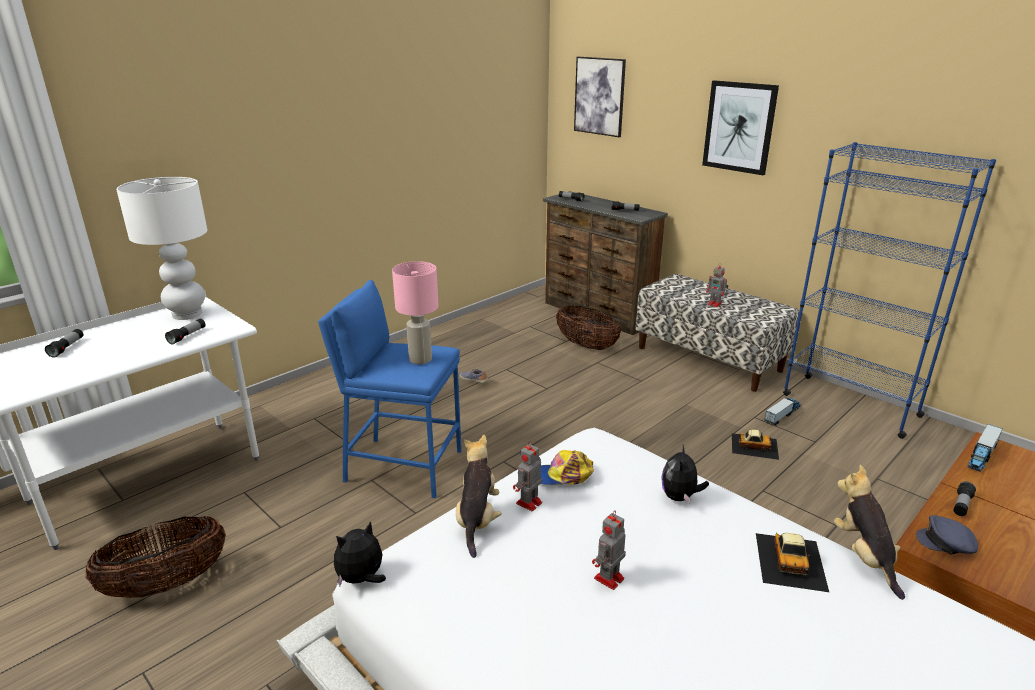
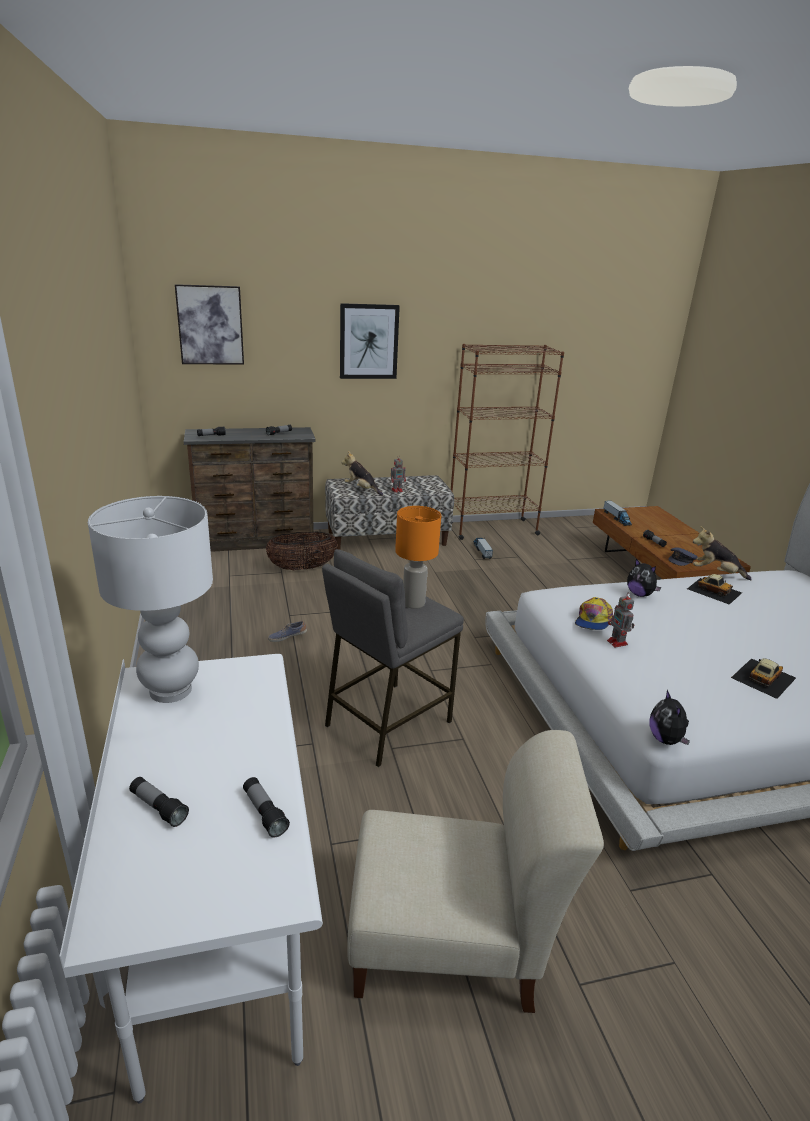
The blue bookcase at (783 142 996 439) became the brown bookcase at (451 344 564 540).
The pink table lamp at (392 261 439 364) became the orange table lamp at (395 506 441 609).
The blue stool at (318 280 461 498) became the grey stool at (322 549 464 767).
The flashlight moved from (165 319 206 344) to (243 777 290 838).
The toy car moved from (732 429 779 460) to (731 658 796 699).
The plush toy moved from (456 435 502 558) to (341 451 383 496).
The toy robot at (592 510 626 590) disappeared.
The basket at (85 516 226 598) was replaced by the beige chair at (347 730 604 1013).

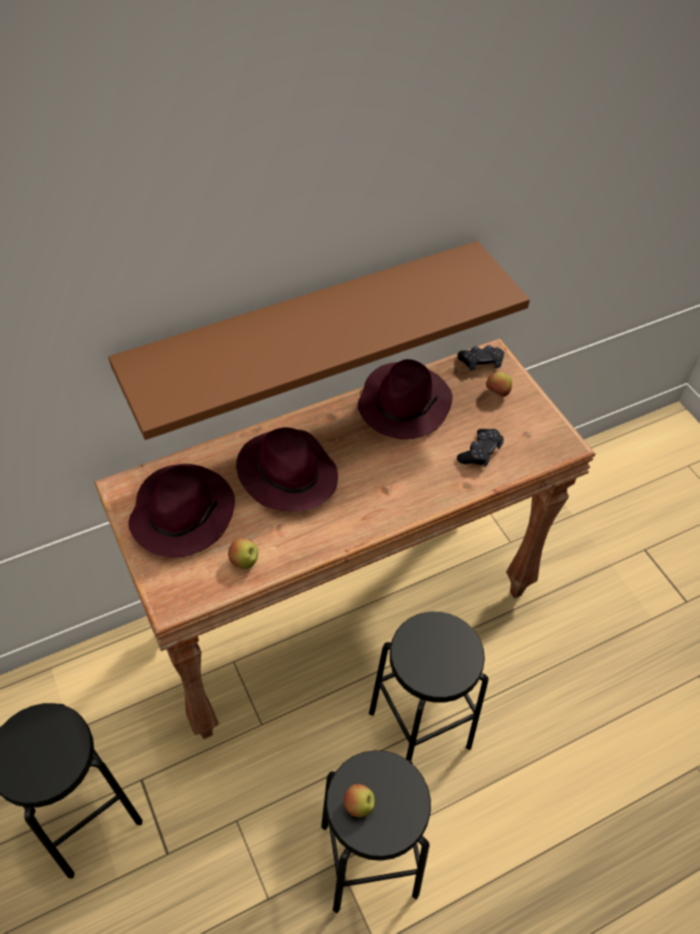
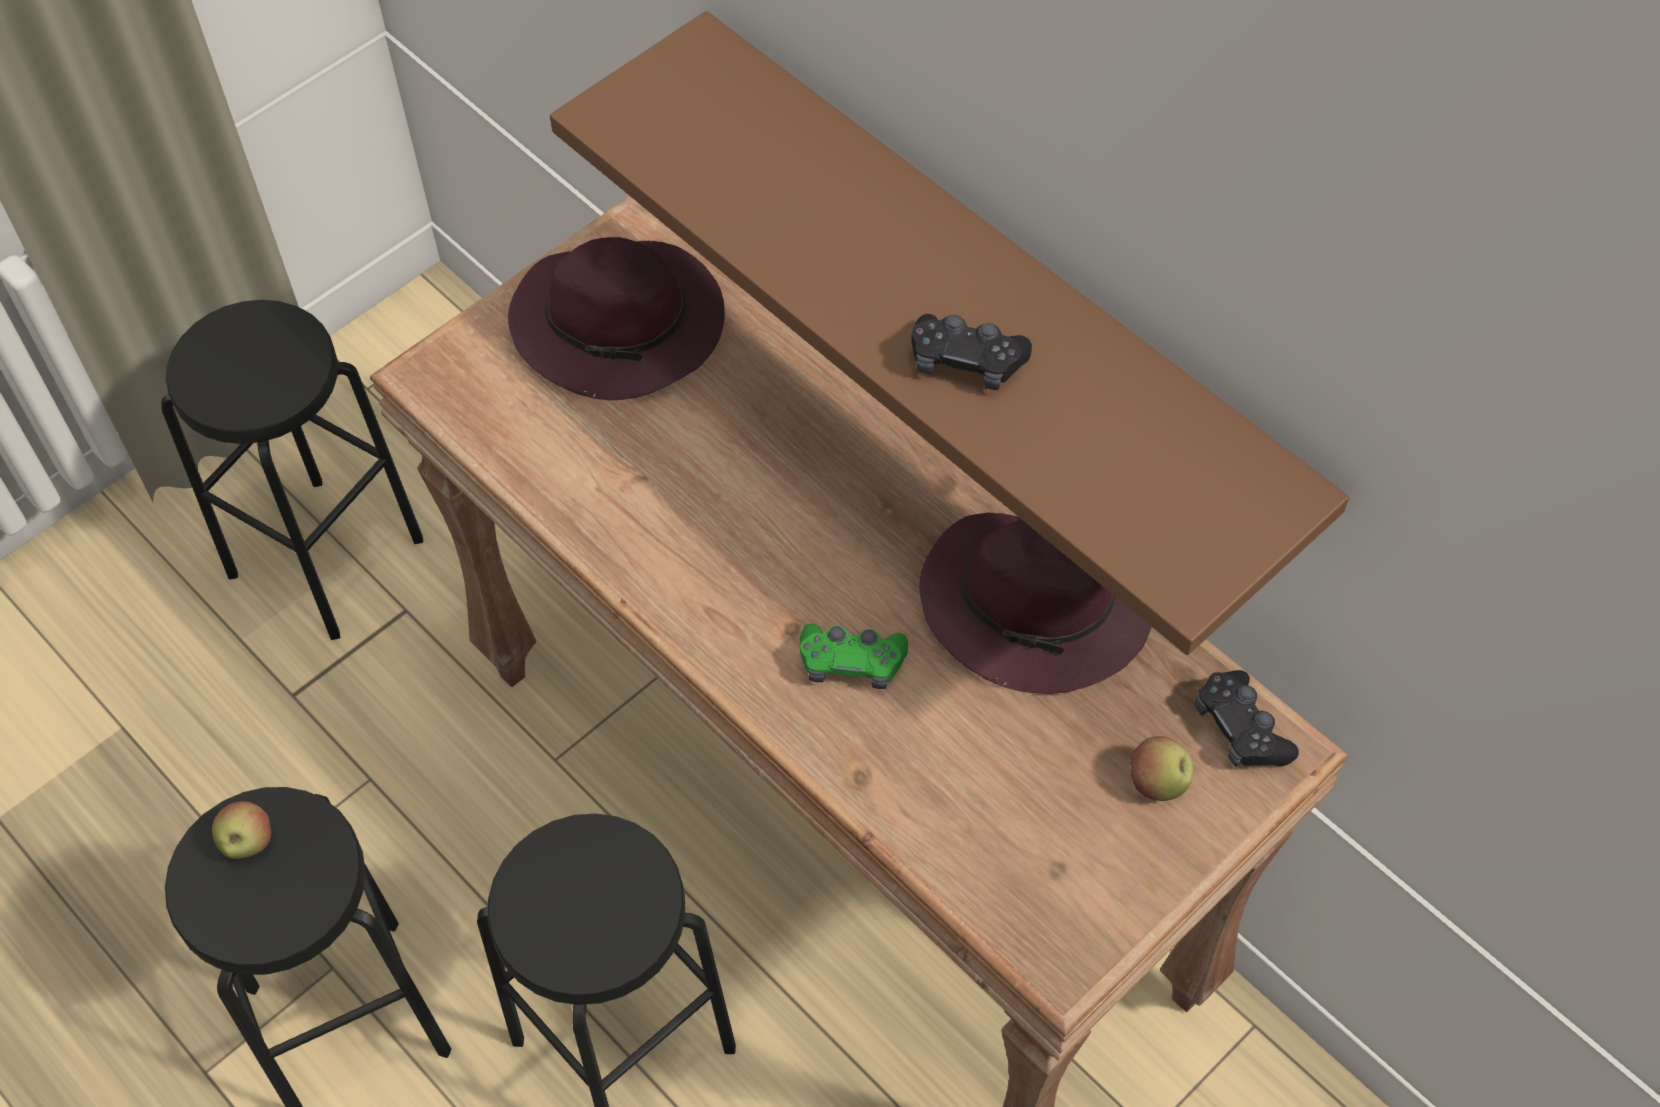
The purple hat at (236 427 338 512) disappeared.
The black game controller moved from (457 429 504 467) to (911 314 1032 390).
The apple at (228 538 258 569) disappeared.
The green game controller at (800 623 908 689) appeared.

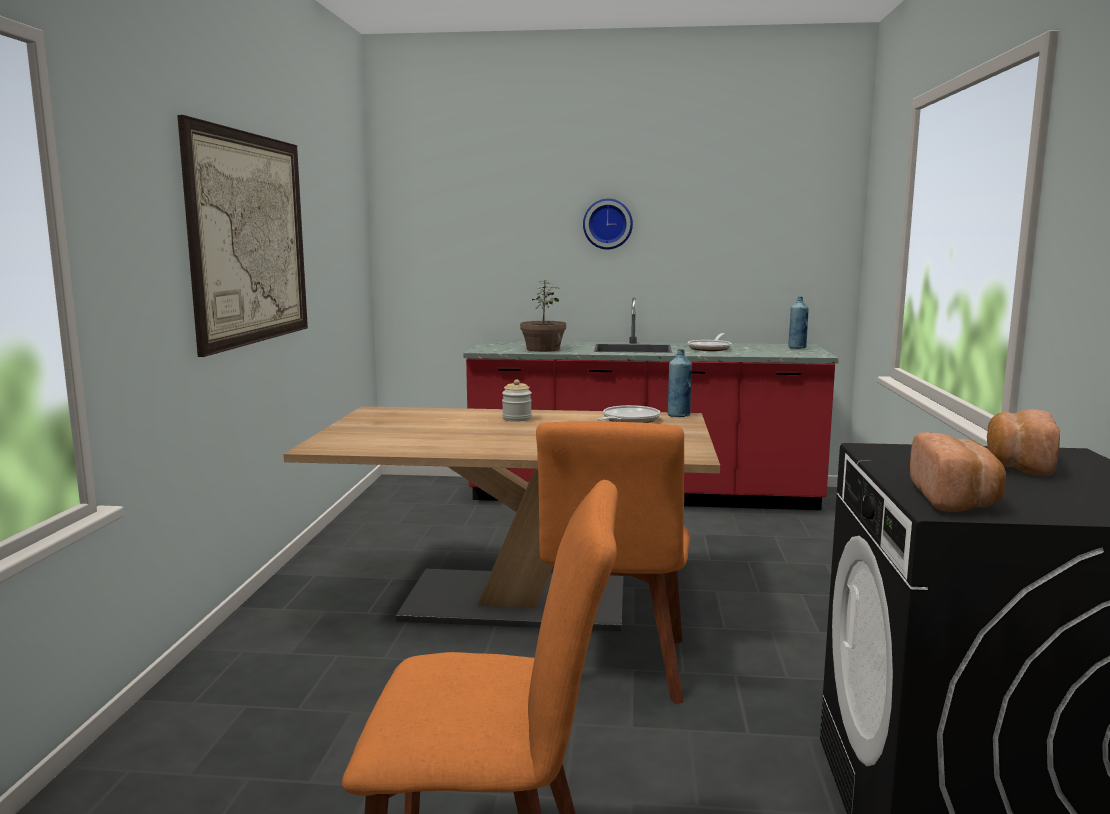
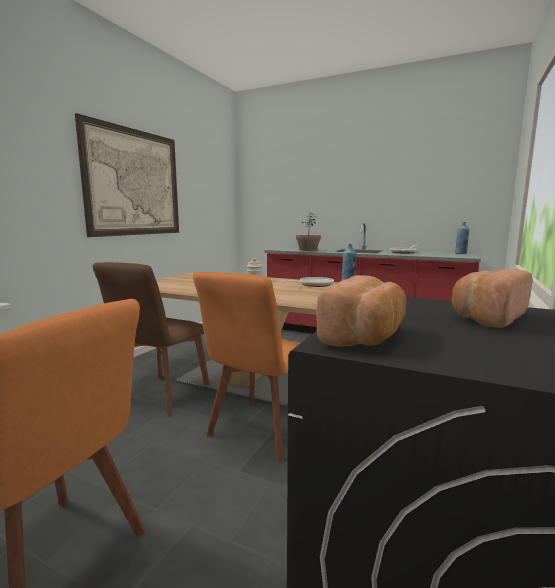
The wall clock at (583 199 633 250) disappeared.
The brown chair at (93 262 210 417) appeared.

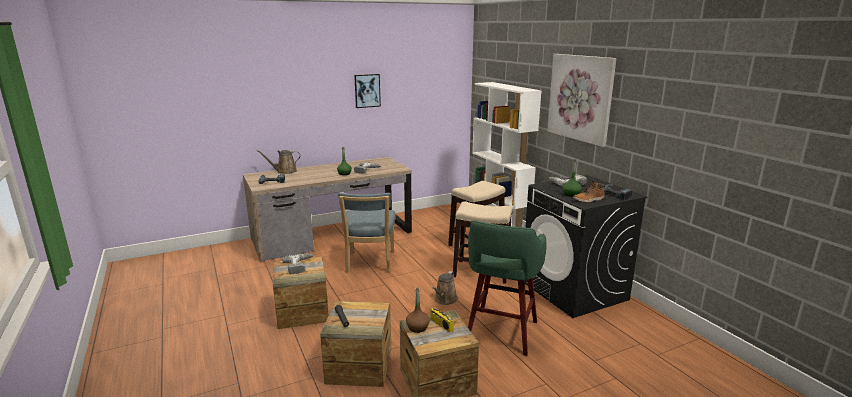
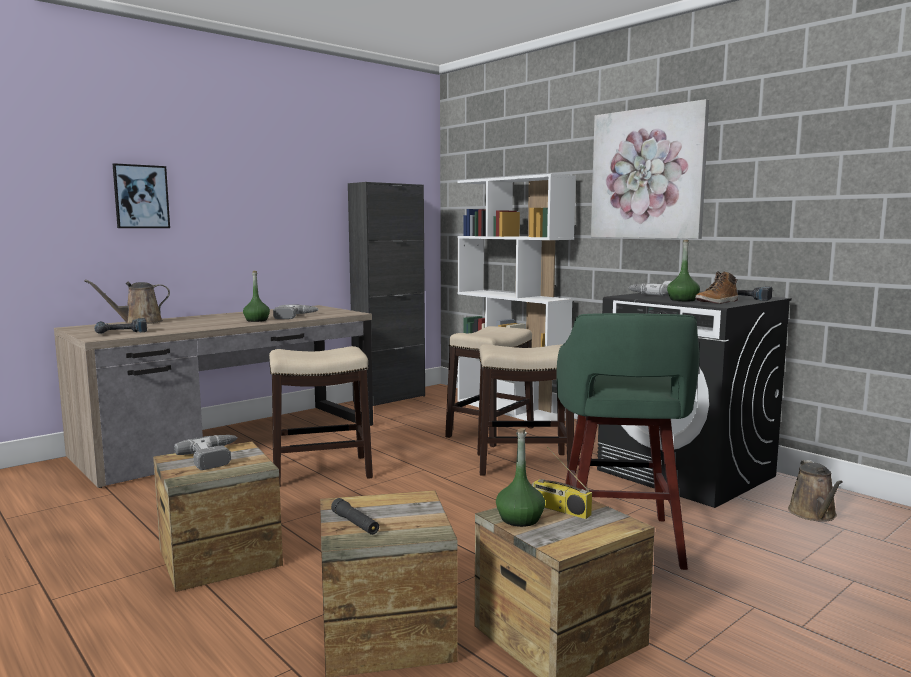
The picture moved from (354 74 381 108) to (113 163 170 228).
The blue chair at (338 193 396 273) was replaced by the stool at (269 346 373 486).
The brown watering can moved from (432 271 458 305) to (788 460 843 522).
The brown bottle at (406 287 430 333) became the green bottle at (496 428 545 527).
The black cabinet at (348 182 425 406) appeared.

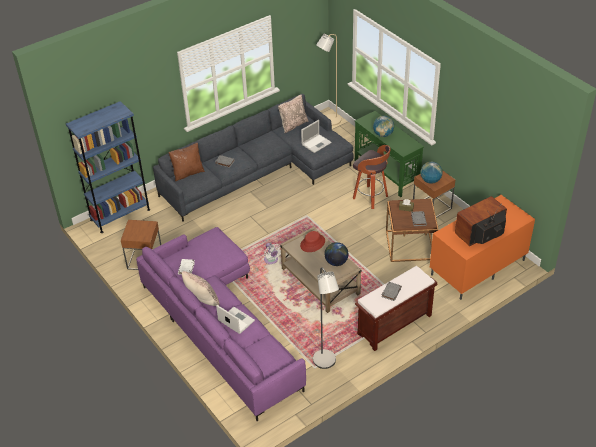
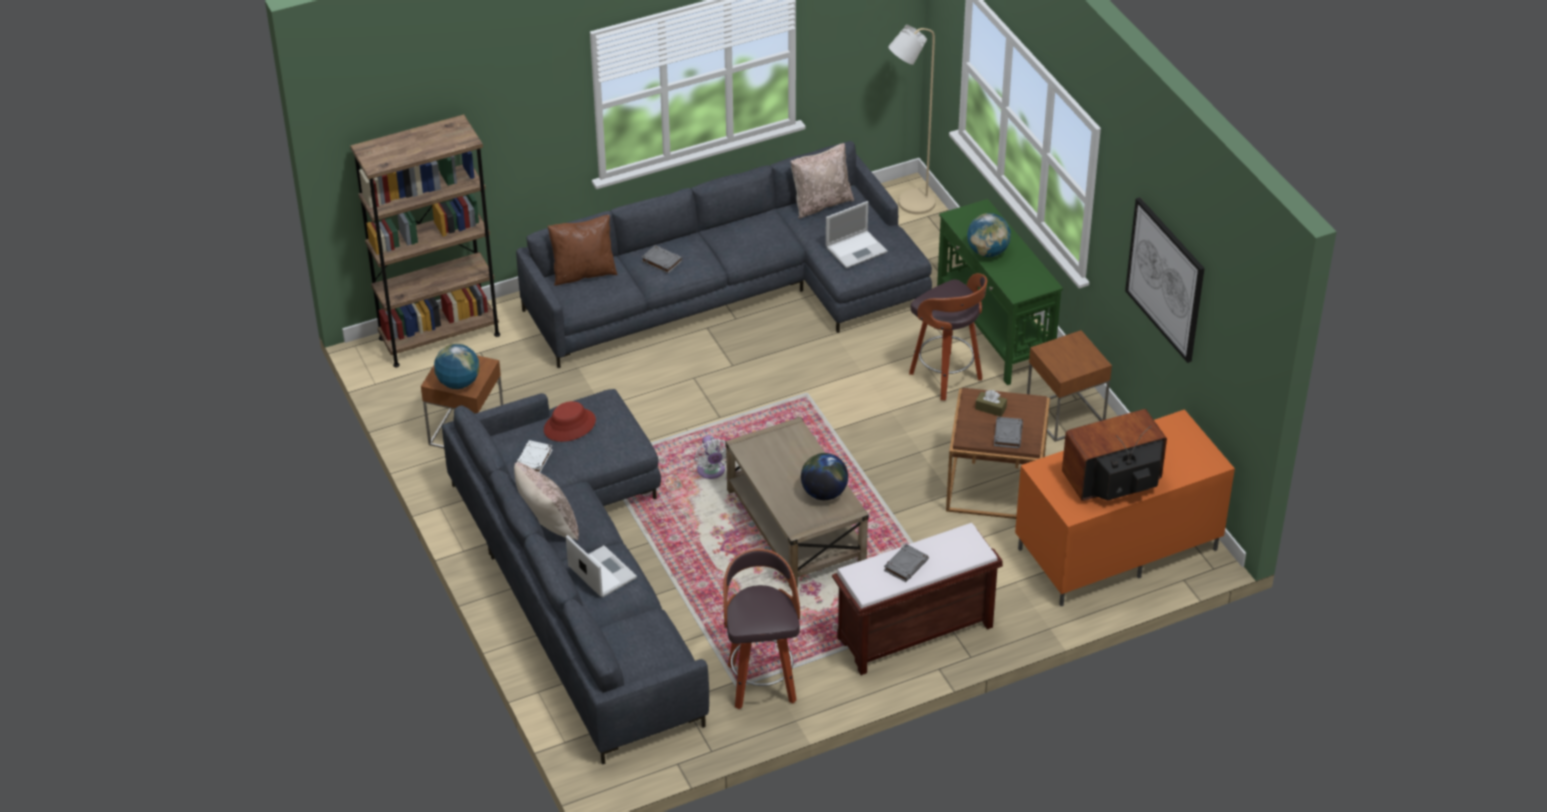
The blue bookcase at (66 101 150 233) became the brown bookcase at (350 114 500 367).
The globe moved from (420 162 443 184) to (434 344 479 389).
The purple sofa at (136 227 306 421) became the grey sofa at (442 389 709 765).
The red hat moved from (300 231 325 252) to (544 401 596 442).
The grey floor lamp at (313 267 339 369) was replaced by the stool at (723 549 800 710).
The picture at (1125 197 1205 363) appeared.

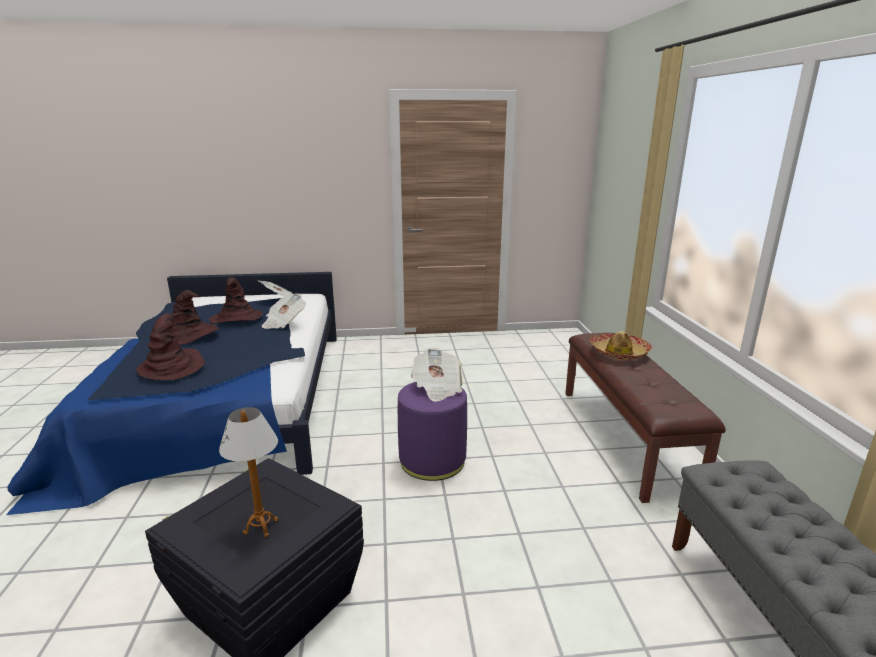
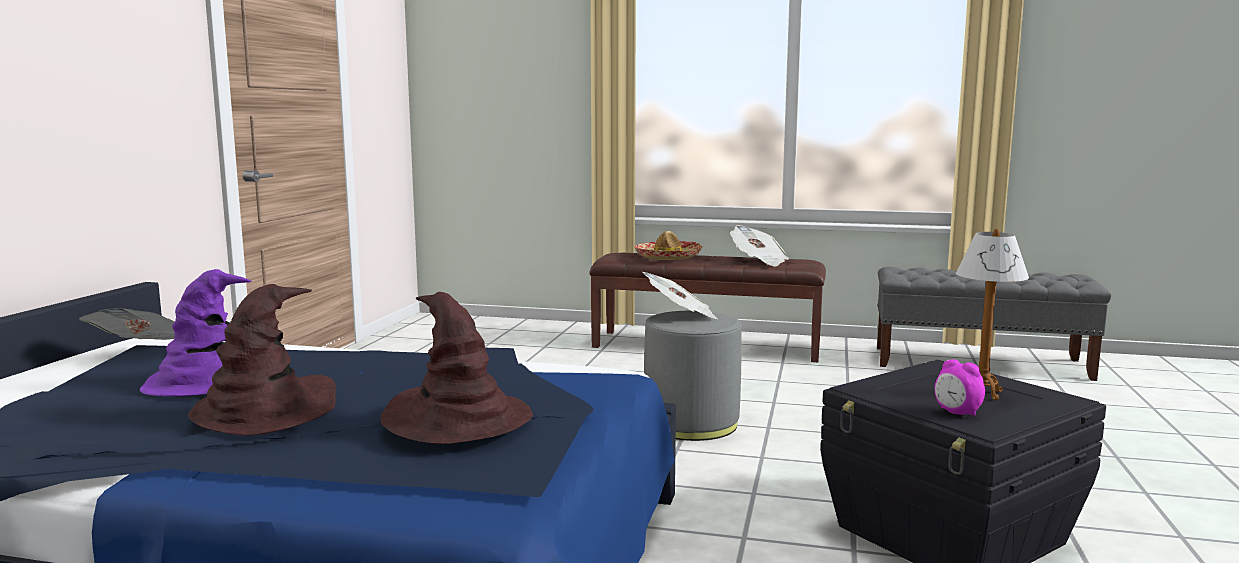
The brown hat at (209 277 263 324) became the purple hat at (140 269 251 397).
The newspaper moved from (262 293 306 329) to (730 225 789 267).
The purple ottoman at (398 382 467 481) became the grey ottoman at (644 311 741 441).
The alarm clock at (934 359 985 416) appeared.

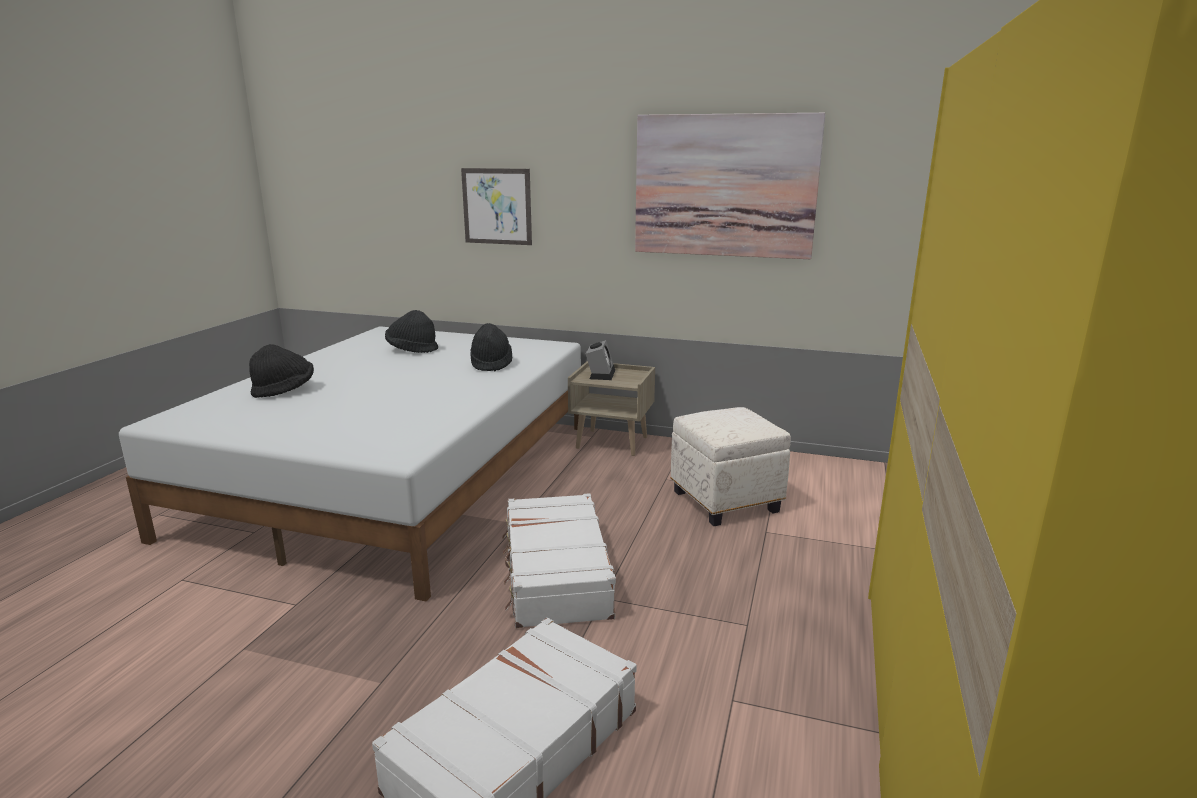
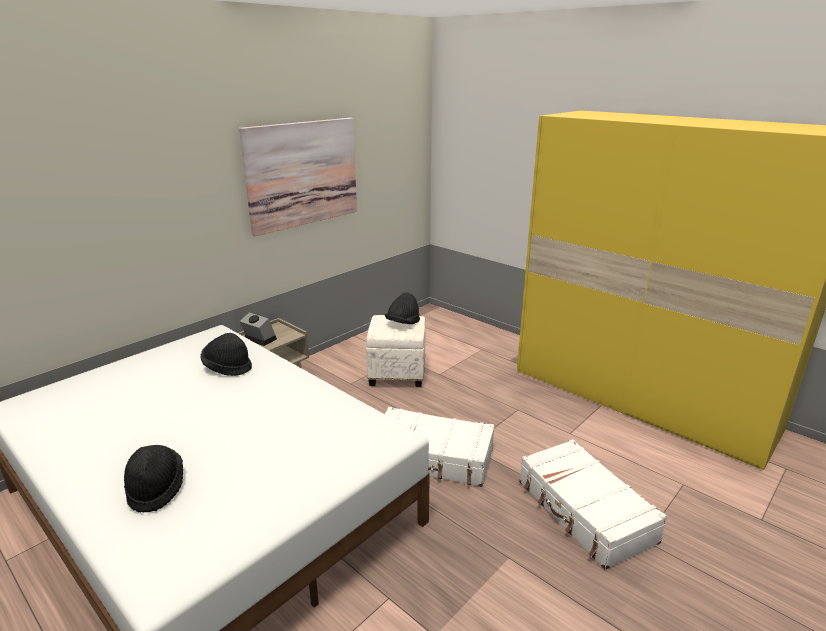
The picture at (461 168 532 245) disappeared.
The black hat moved from (385 310 438 353) to (385 292 420 324).

